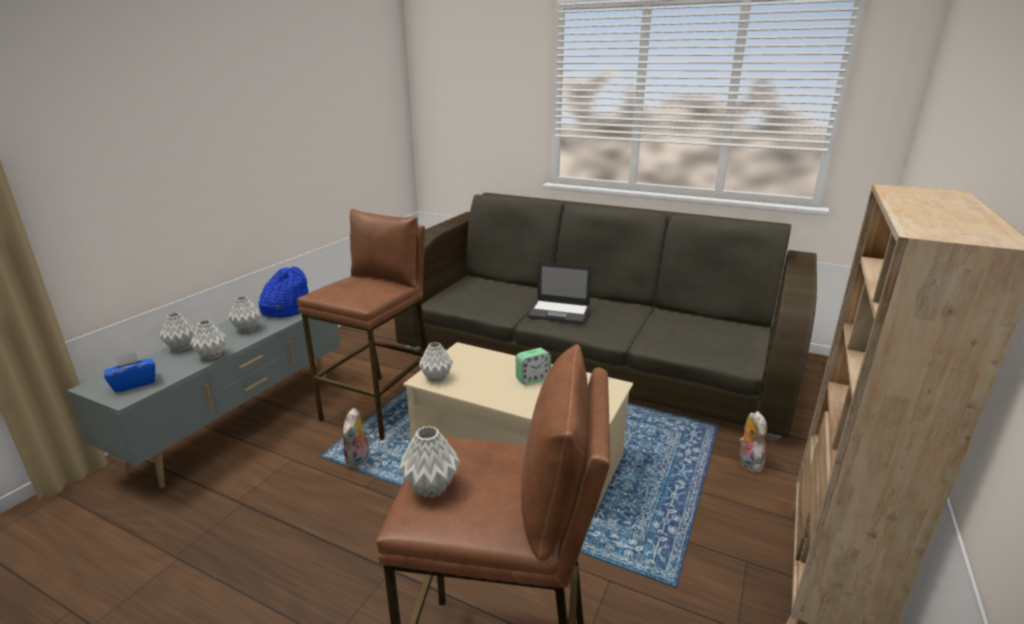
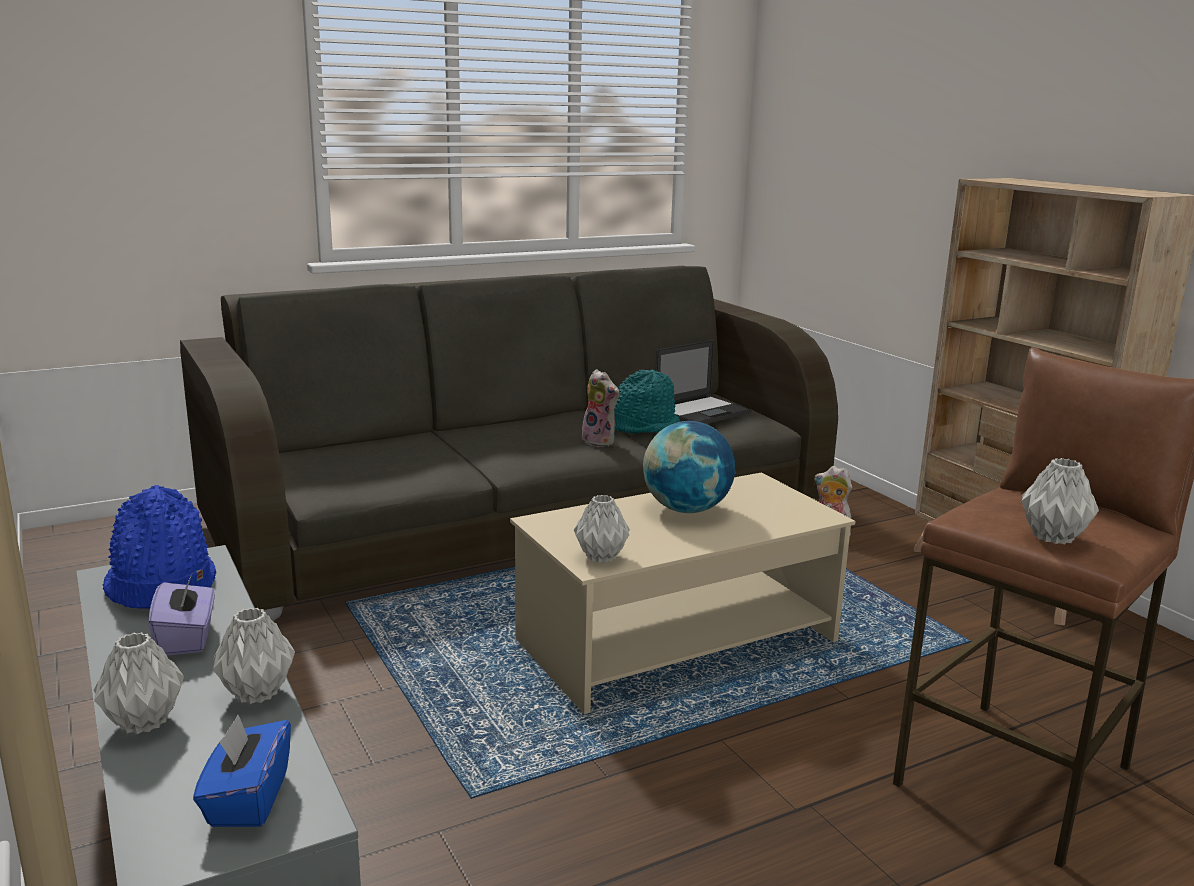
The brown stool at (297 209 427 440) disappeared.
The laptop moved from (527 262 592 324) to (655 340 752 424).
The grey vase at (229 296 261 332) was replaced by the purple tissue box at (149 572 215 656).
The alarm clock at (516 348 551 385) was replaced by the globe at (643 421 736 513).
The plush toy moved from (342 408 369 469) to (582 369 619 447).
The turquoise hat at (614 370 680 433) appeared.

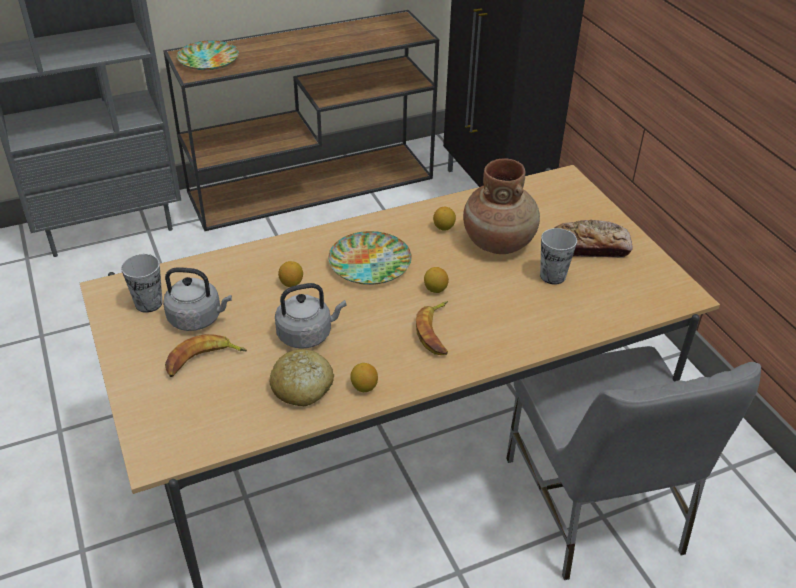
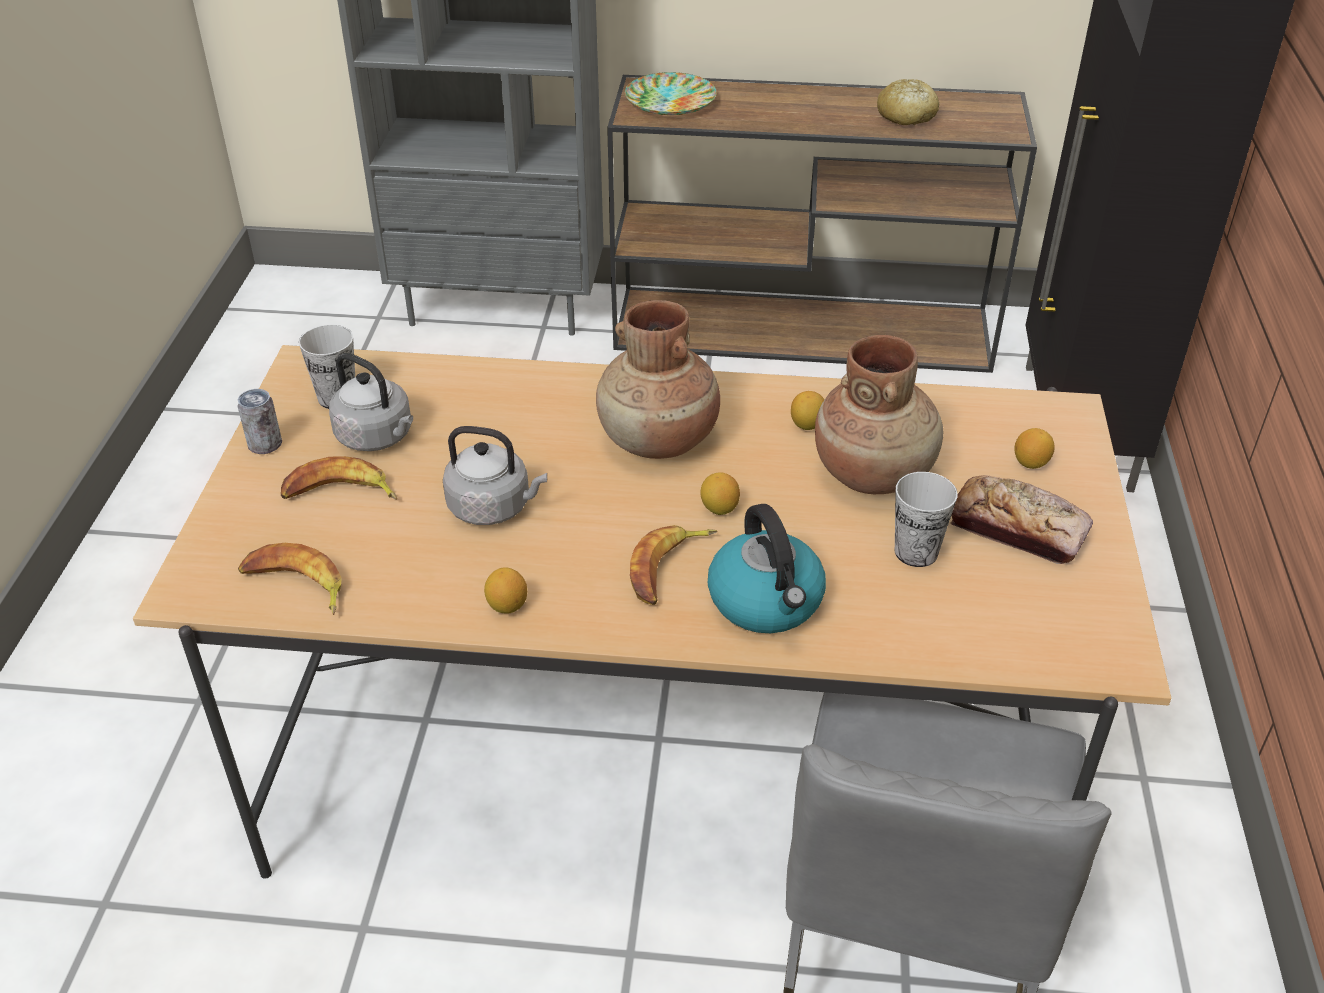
The plate at (328 231 412 285) was replaced by the brown vase at (596 300 720 459).
The lemon moved from (278 261 303 287) to (1014 428 1055 469).
The bread moved from (269 349 334 406) to (877 79 939 125).
The can at (237 389 282 454) appeared.
The kettle at (708 504 826 633) appeared.
The banana at (238 543 342 615) appeared.

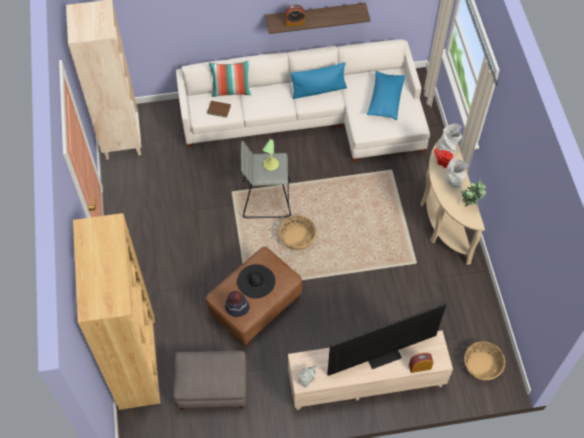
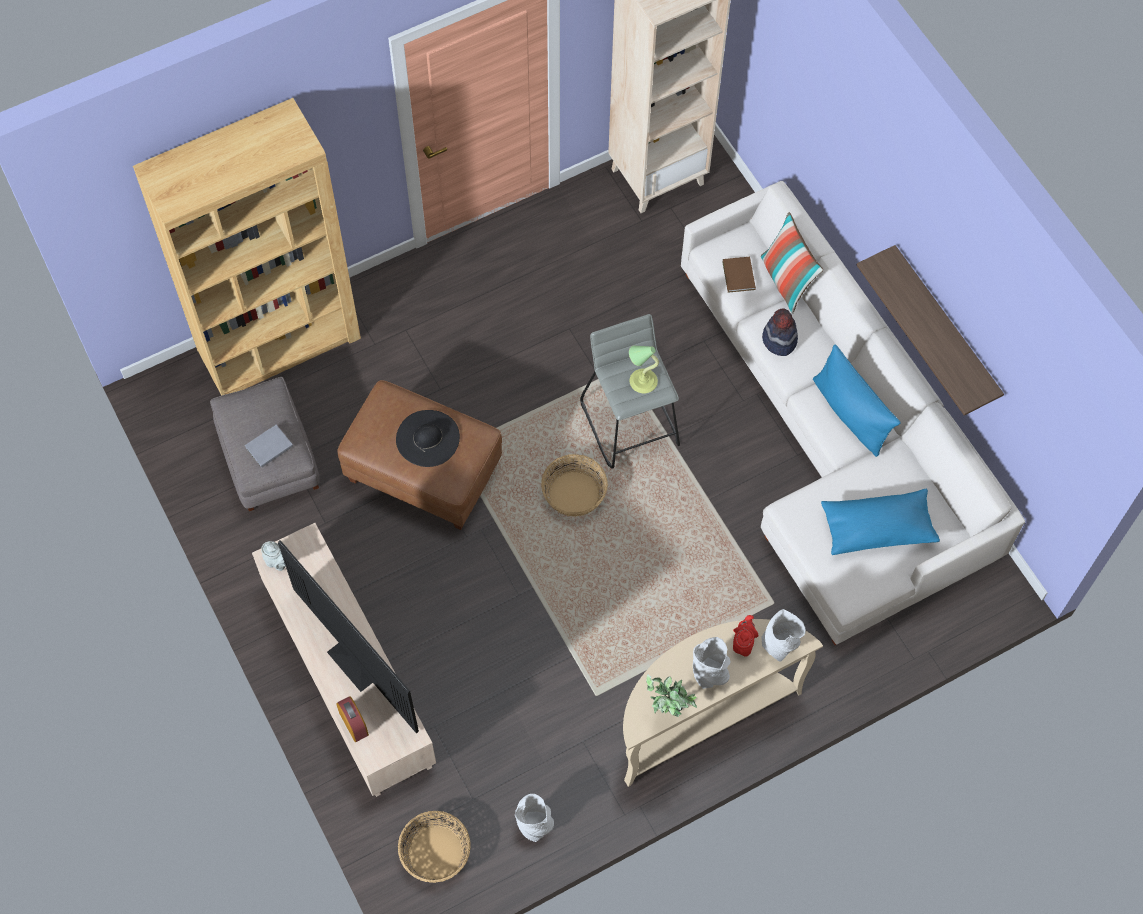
The alarm clock at (285 4 305 27) disappeared.
The hat moved from (225 291 250 317) to (762 308 798 356).
The grey book at (245 425 293 467) appeared.
The grey vase at (515 794 554 842) appeared.

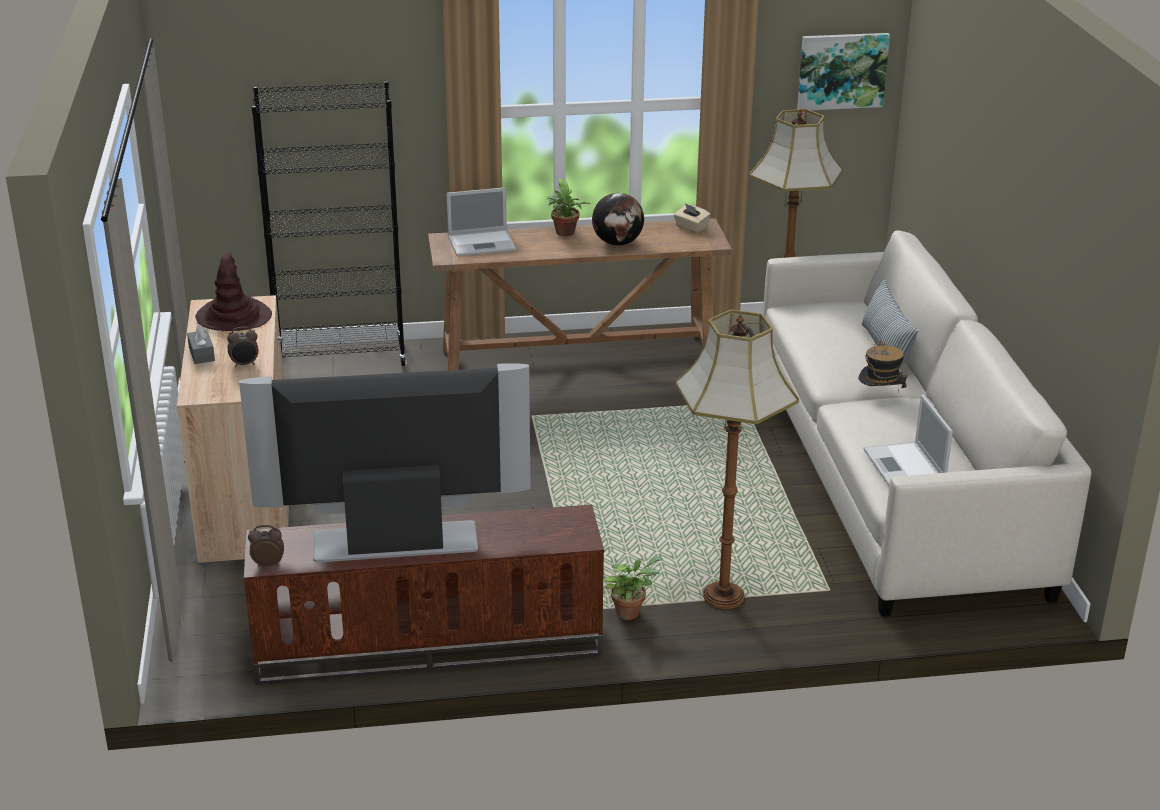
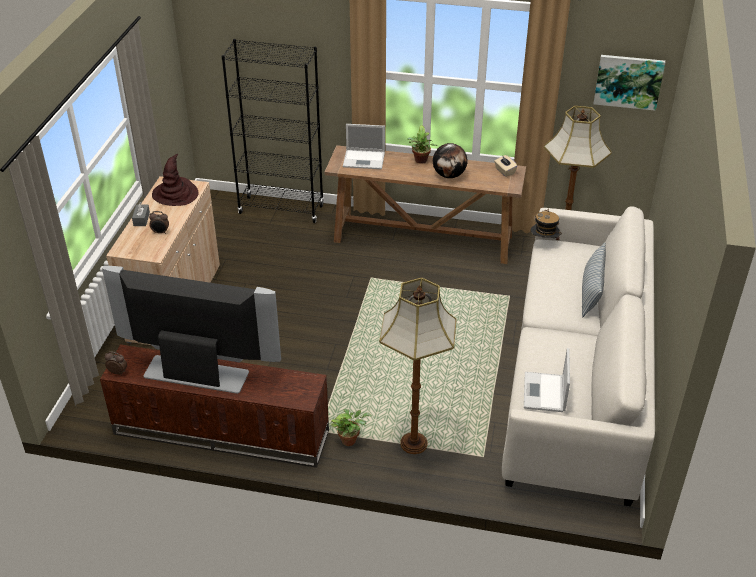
The hat moved from (858 340 908 392) to (531 209 562 240).

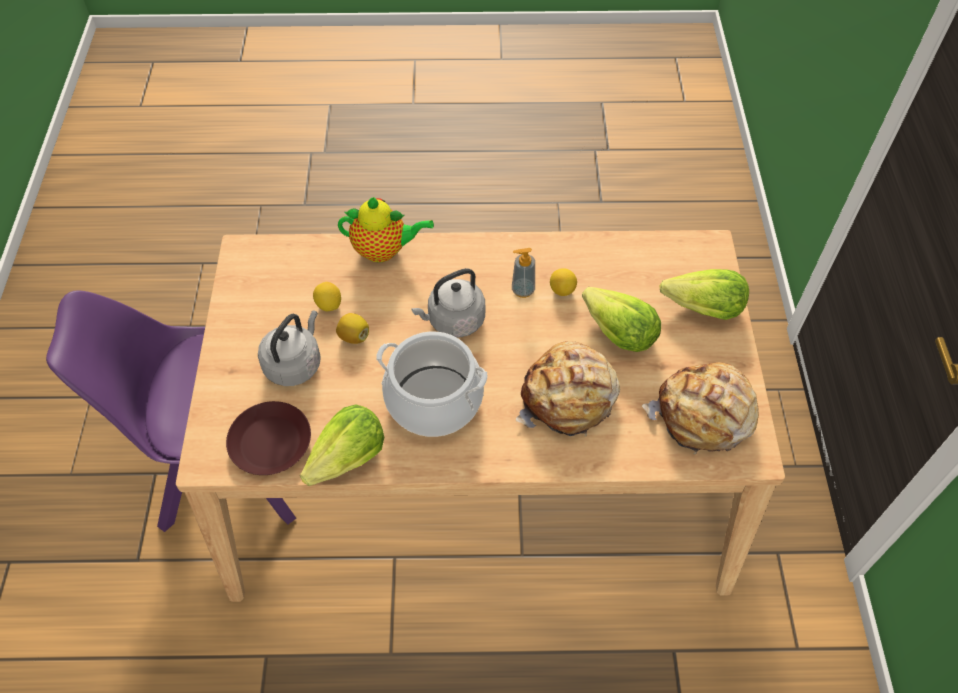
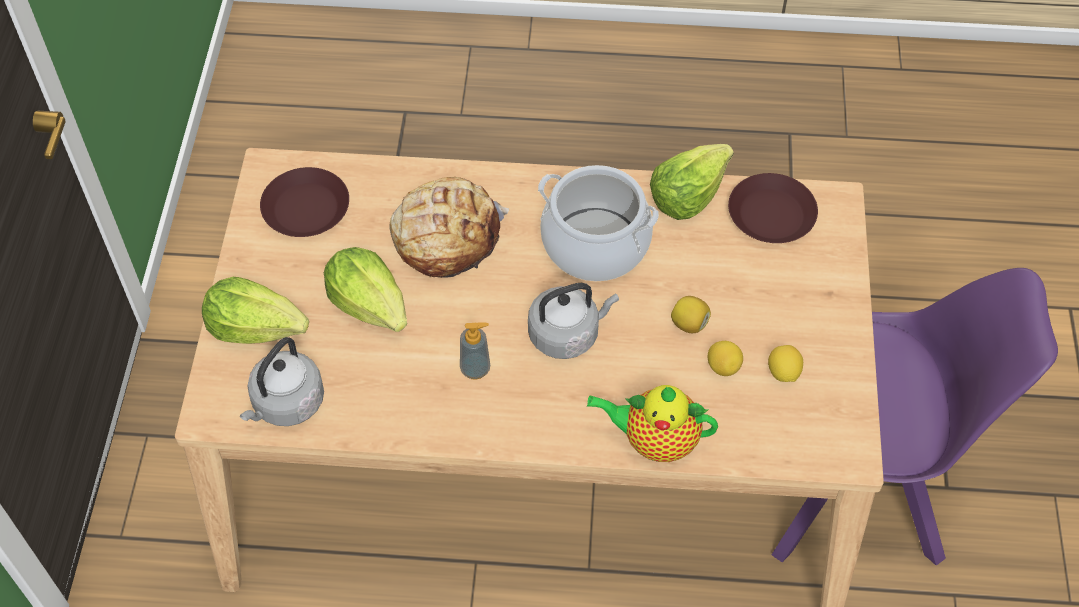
The lemon moved from (550 269 577 296) to (768 345 803 382).
The grey kettle moved from (258 311 321 386) to (240 337 324 426).
The bread at (642 362 759 455) was replaced by the brown plate at (260 167 349 237).

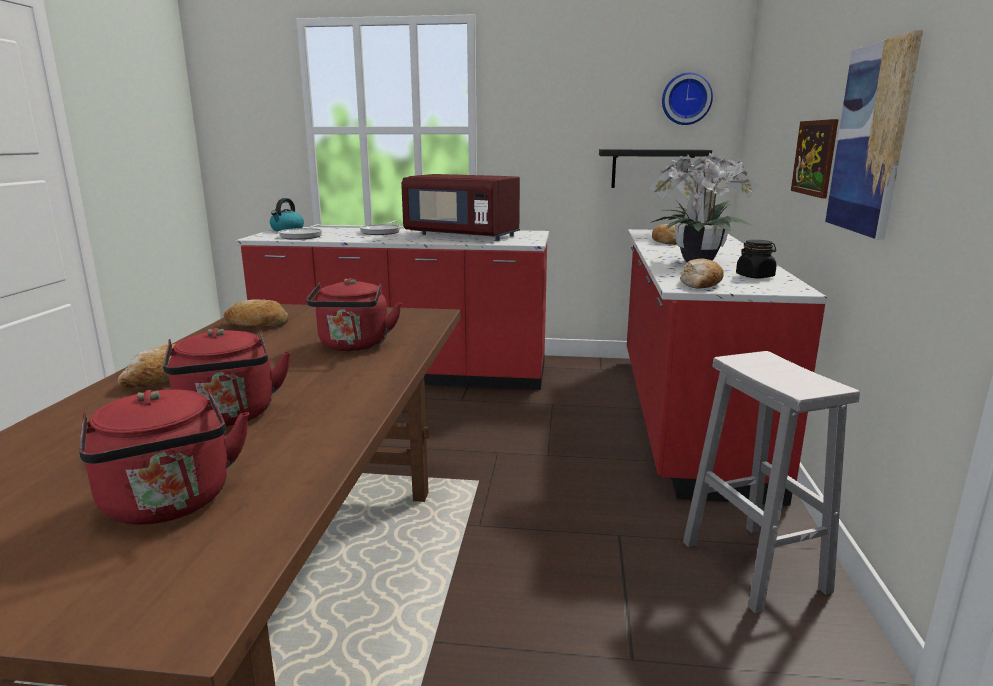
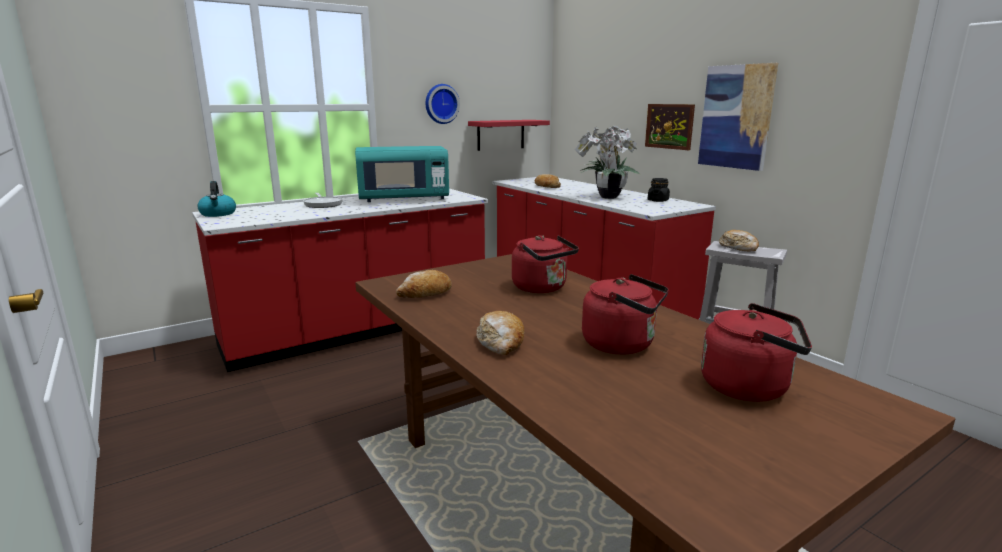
The wall clock moved from (662 72 713 125) to (425 84 460 124).
The black shelf at (599 149 712 188) became the red shelf at (468 120 550 151).
The red microwave at (401 174 520 241) became the turquoise microwave at (355 146 449 202).
The frying pan at (279 224 322 240) disappeared.
The bread moved from (680 258 724 289) to (719 230 759 251).

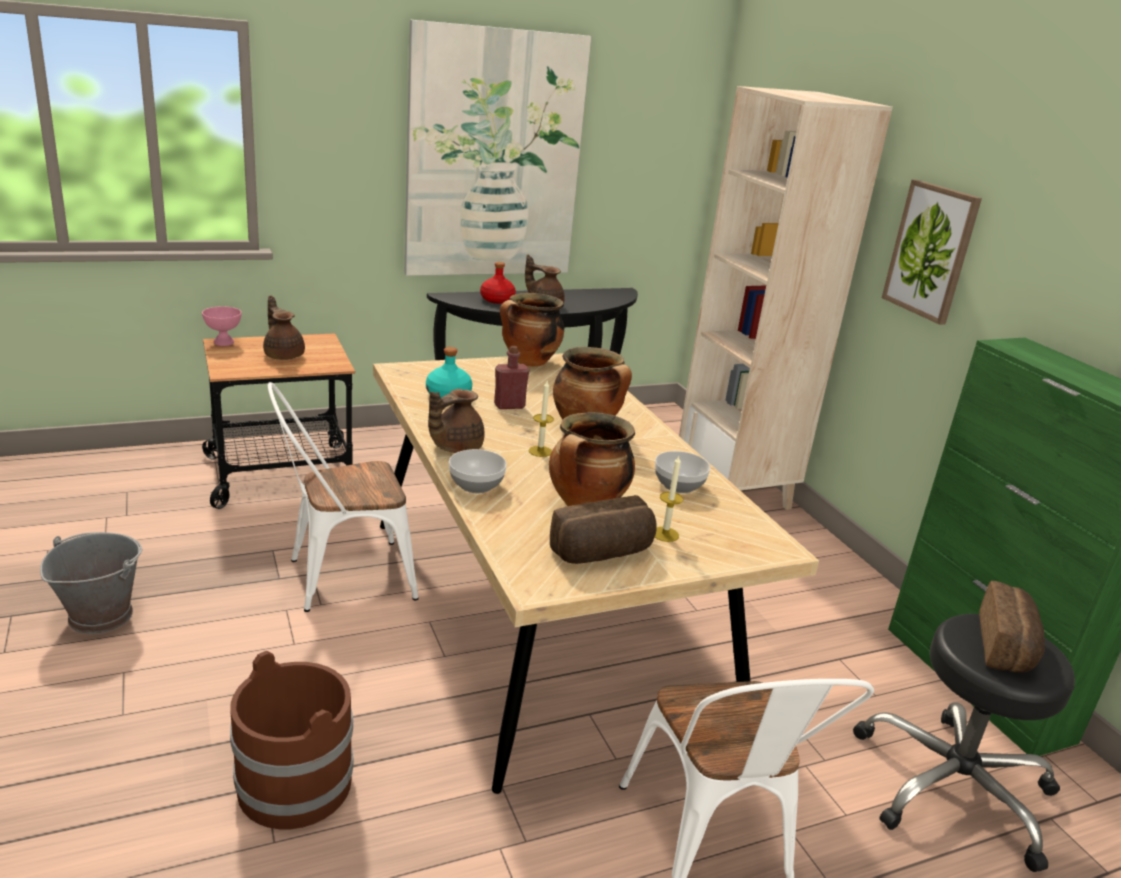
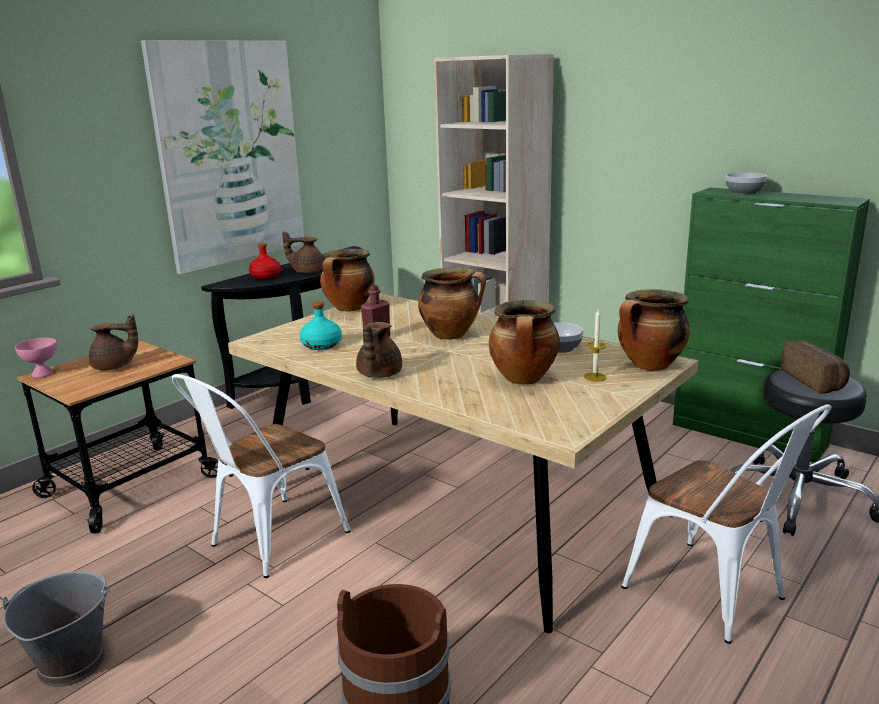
The picture at (882 180 982 325) disappeared.
The brown teapot at (263 296 305 360) turned 150 degrees clockwise.
The candle at (529 381 554 457) disappeared.
The bowl moved from (449 449 507 493) to (726 173 767 195).
The bread at (550 495 657 564) disappeared.
The cooking pot at (618 289 690 371) appeared.

